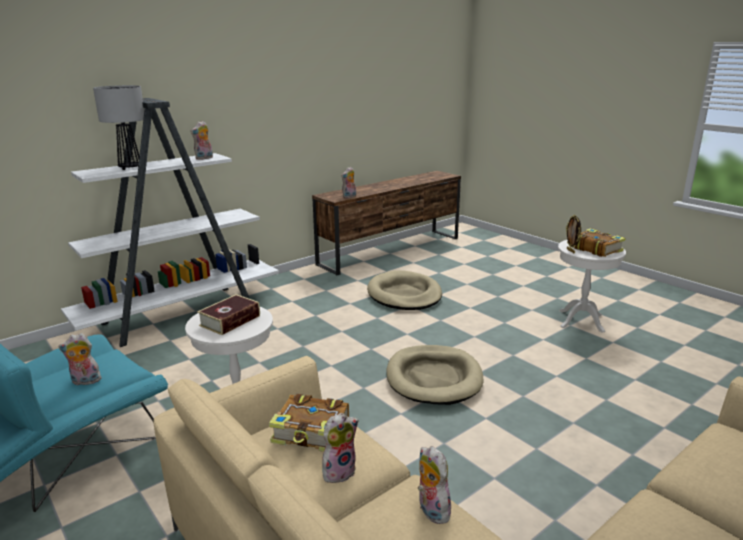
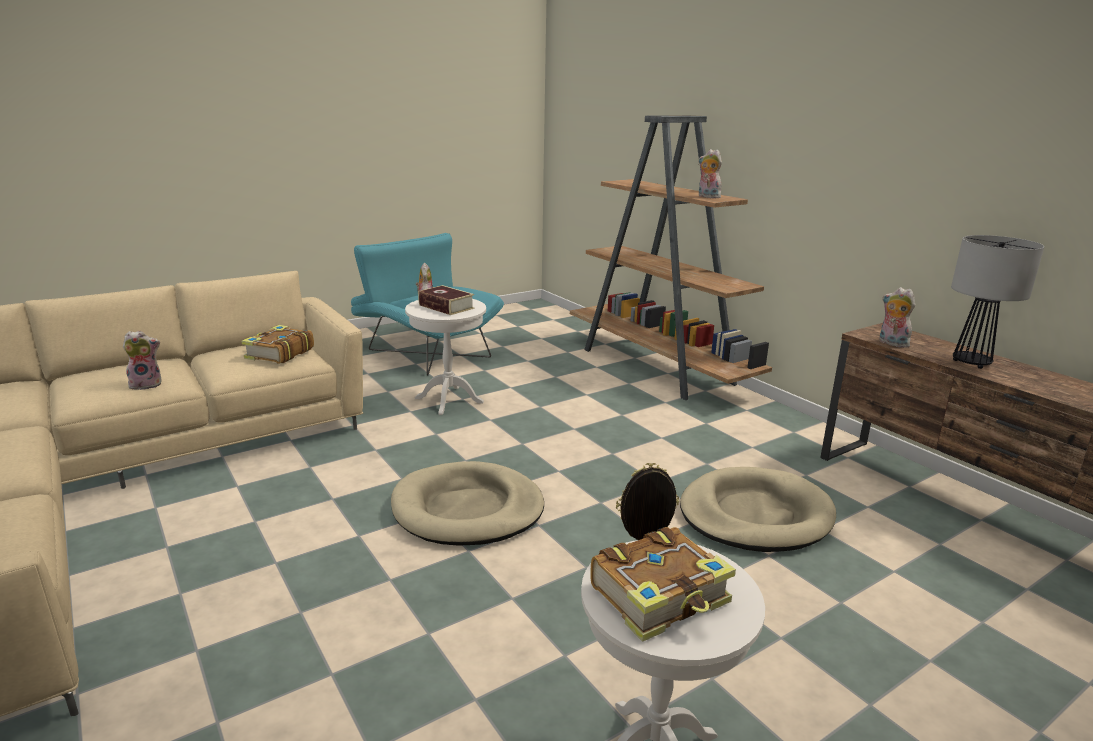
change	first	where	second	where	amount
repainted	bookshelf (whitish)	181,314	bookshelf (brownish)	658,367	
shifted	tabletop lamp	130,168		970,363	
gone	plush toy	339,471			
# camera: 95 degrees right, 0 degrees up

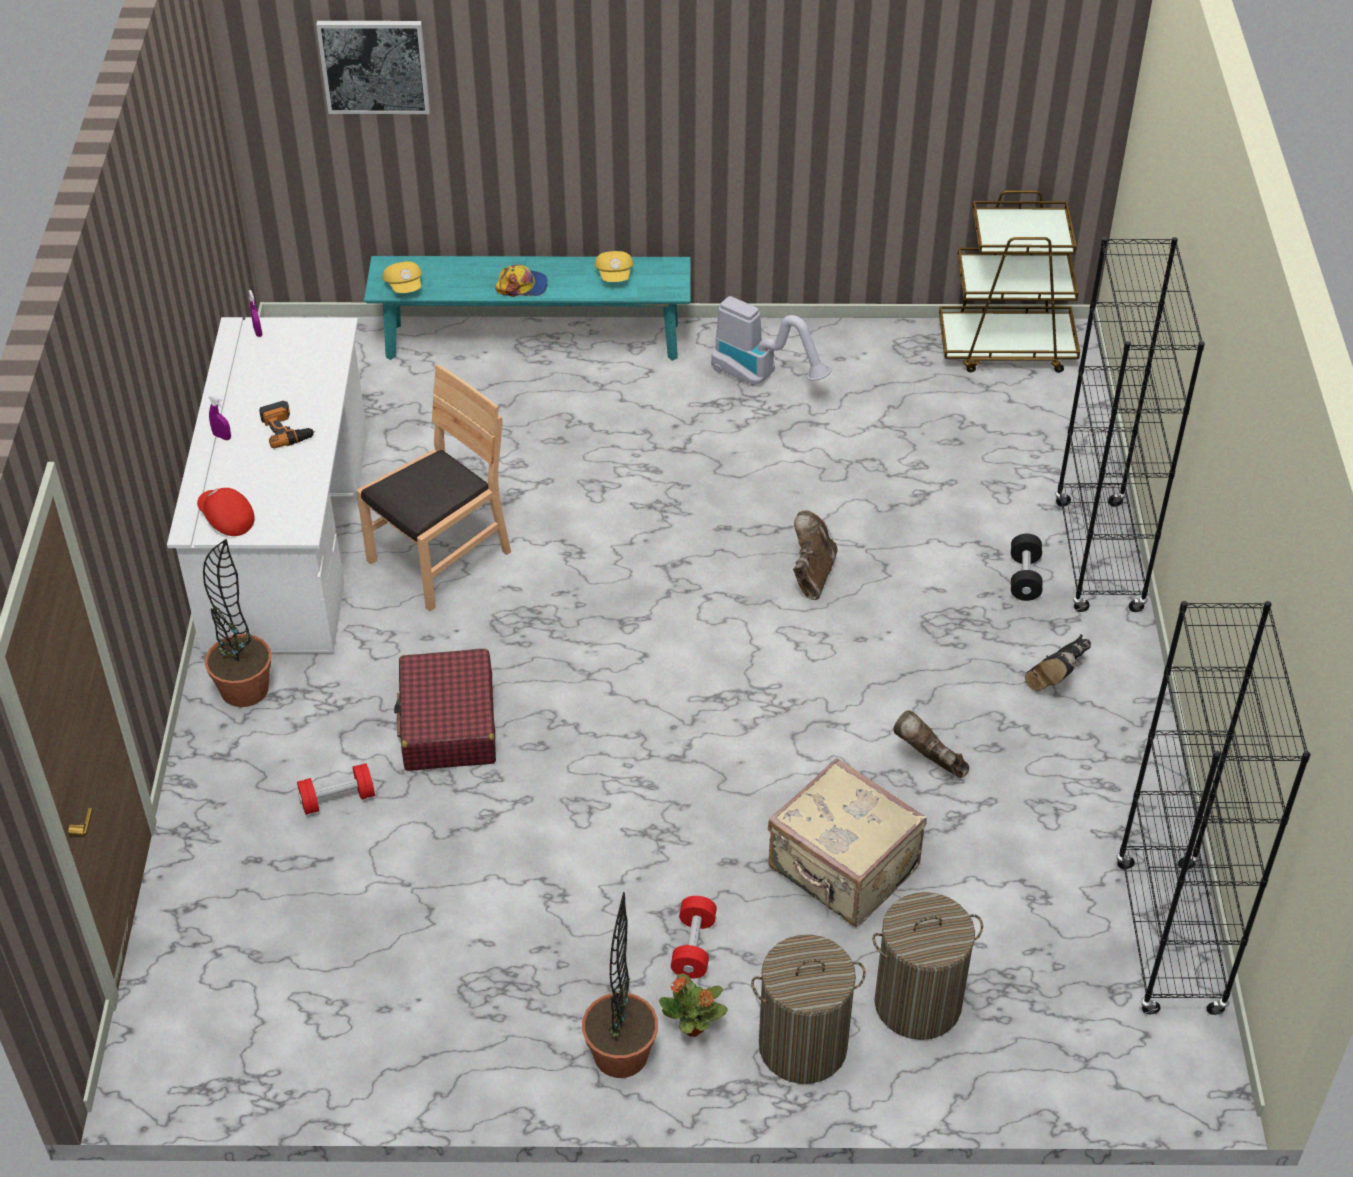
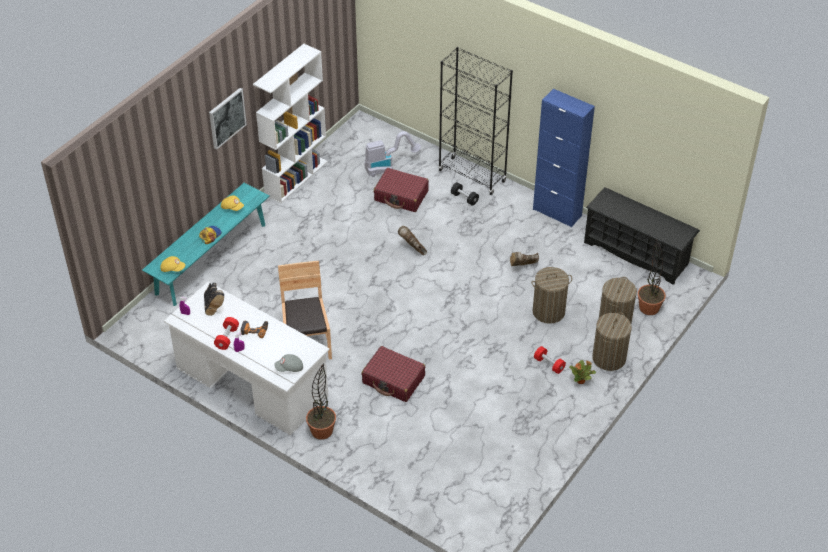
change	first	where	second	where	amount
repainted	baseball cap (red-coloured)	226,519	baseball cap (gray)	289,368	
shifted	free weight (red-coloured)	337,799		227,338	
shifted	picture	374,66		227,118	
shifted	plant in a pot	621,1054		649,308	
shifted	hoover	762,377		388,167	
swapped	travel case (sand-coloured)	842,870	washing basket	548,311	
gone	cart (brownish)	1007,347			
shifted	boot (black)	1055,681		213,307	
swapped	bookshelf (black)	1168,939	shoe shelf (black)	637,253	
new			bookshelf (whitish)	296,177	
new			travel case (red-coloured)	401,196	
new			cabinet (bluish)	557,212	
# camera: 55 degrees left, 0 degrees up

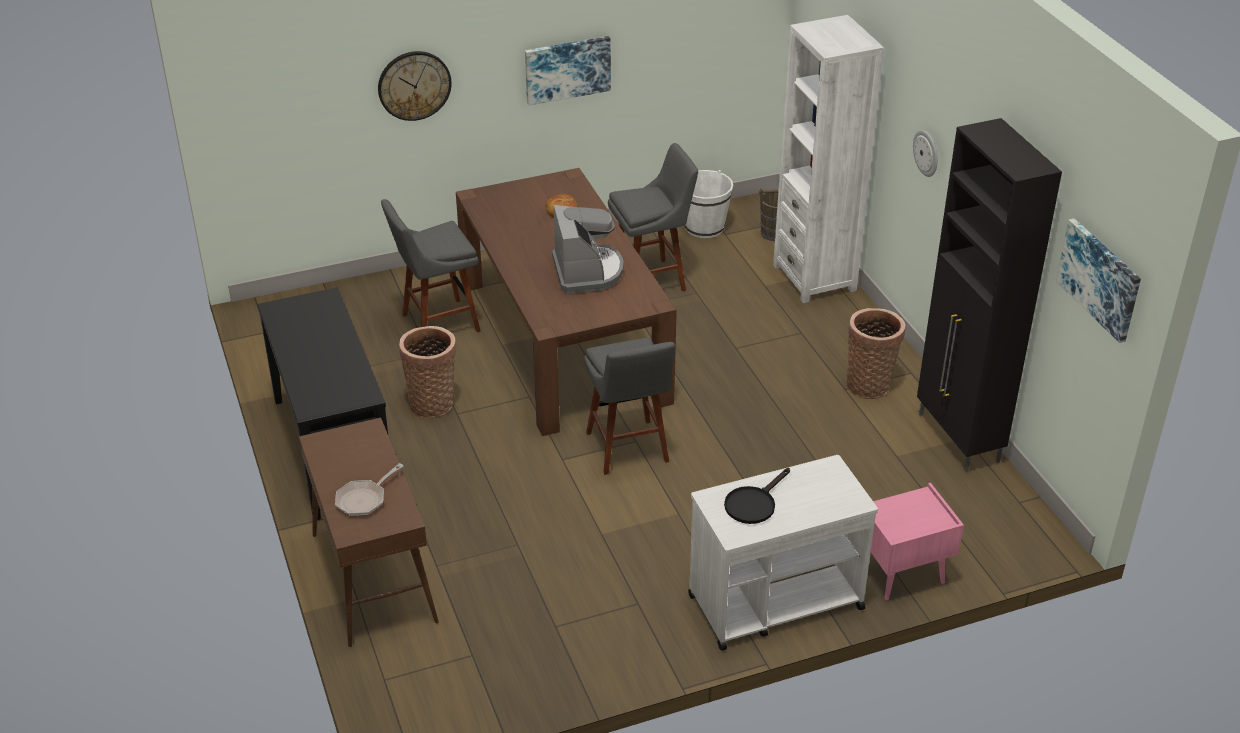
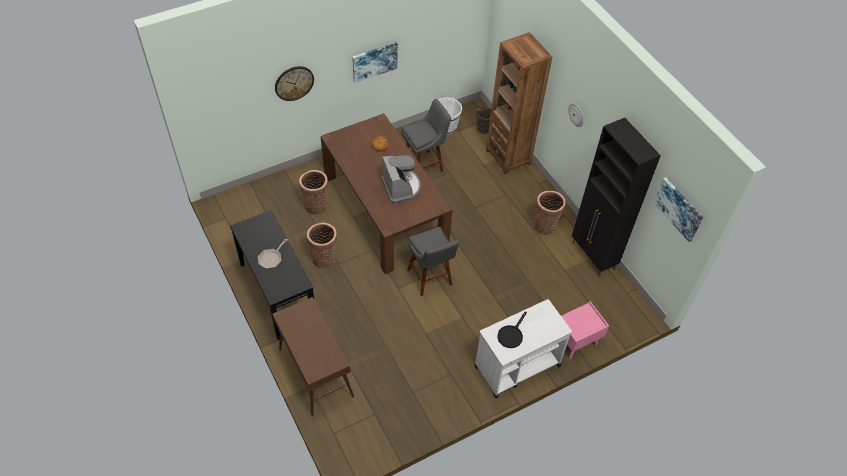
change	first	where	second	where	amount
shifted	pan	364,499		271,258	
swapped	sitting stool (gray)	436,324	household basket	316,205	
repainted	bookshelf (whitish)	814,277	bookshelf (brownish)	508,157	
# camera: 10 degrees left, 15 degrees up

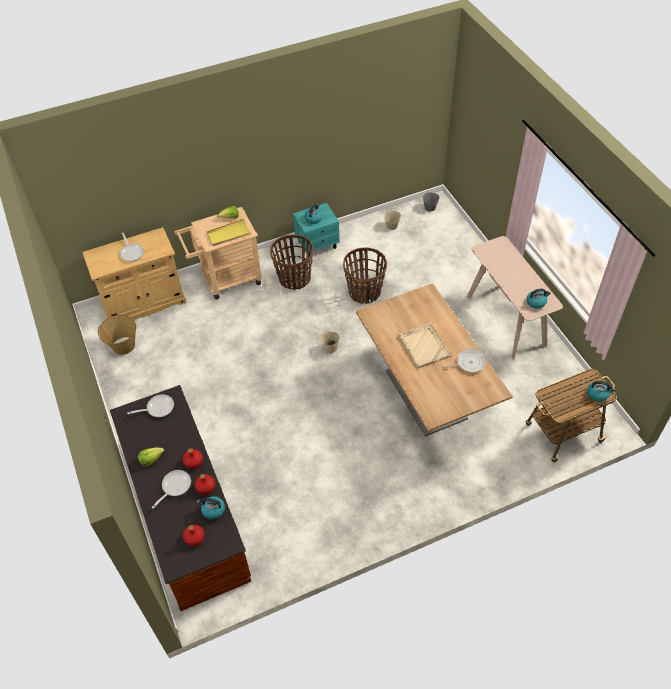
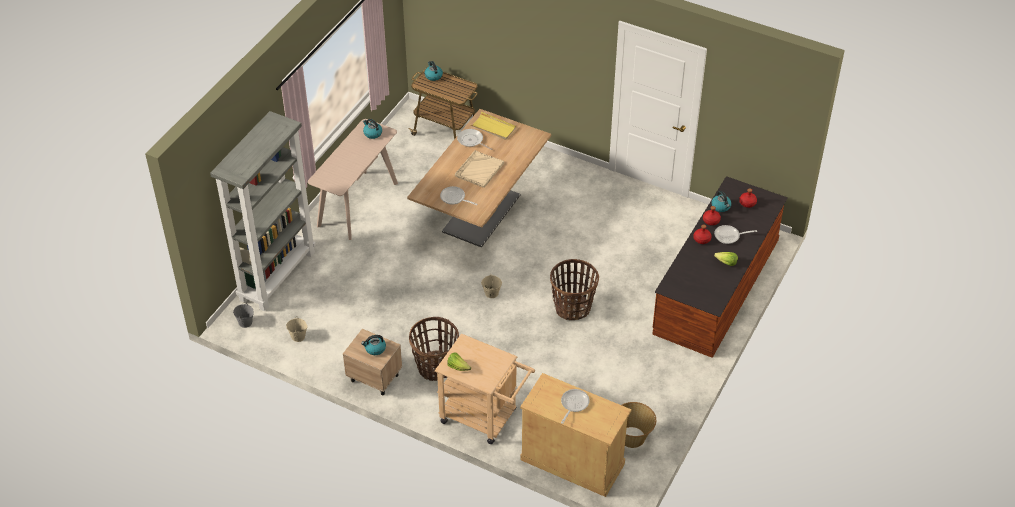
change	first	where	second	where	amount
shifted	pan	157,408		454,198	
shifted	tray (yellow-coloured)	228,234		493,127	
repainted	night table (turquoise-coloured)	318,244	night table (sand-coloured)	374,377	
shifted	household basket	364,292		572,307	
new			bookshelf (gray)	277,275	
# camera: 130 degrees left, 5 degrees down

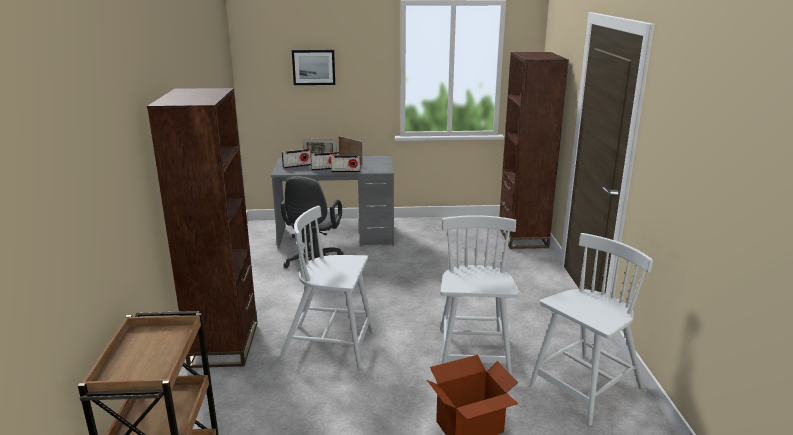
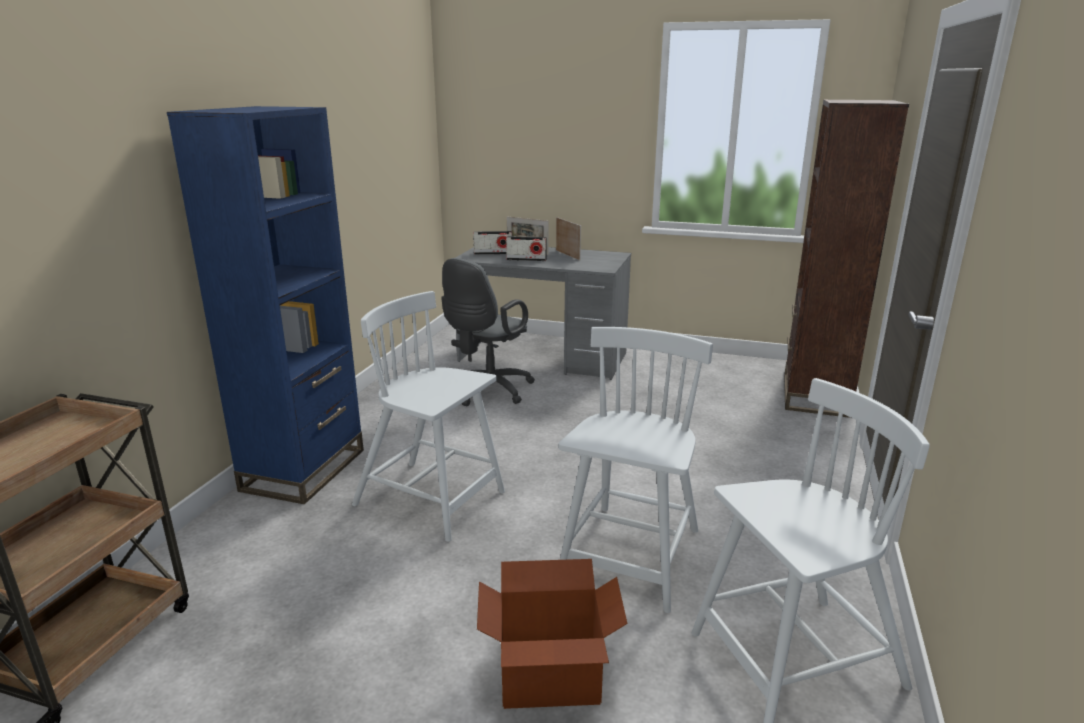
change	first	where	second	where	amount
repainted	bookshelf (brownish)	224,344	bookshelf (bluish)	304,470	
gone	picture	313,67			
gone	radio set	345,171			
# camera: 20 degrees right, 0 degrees up

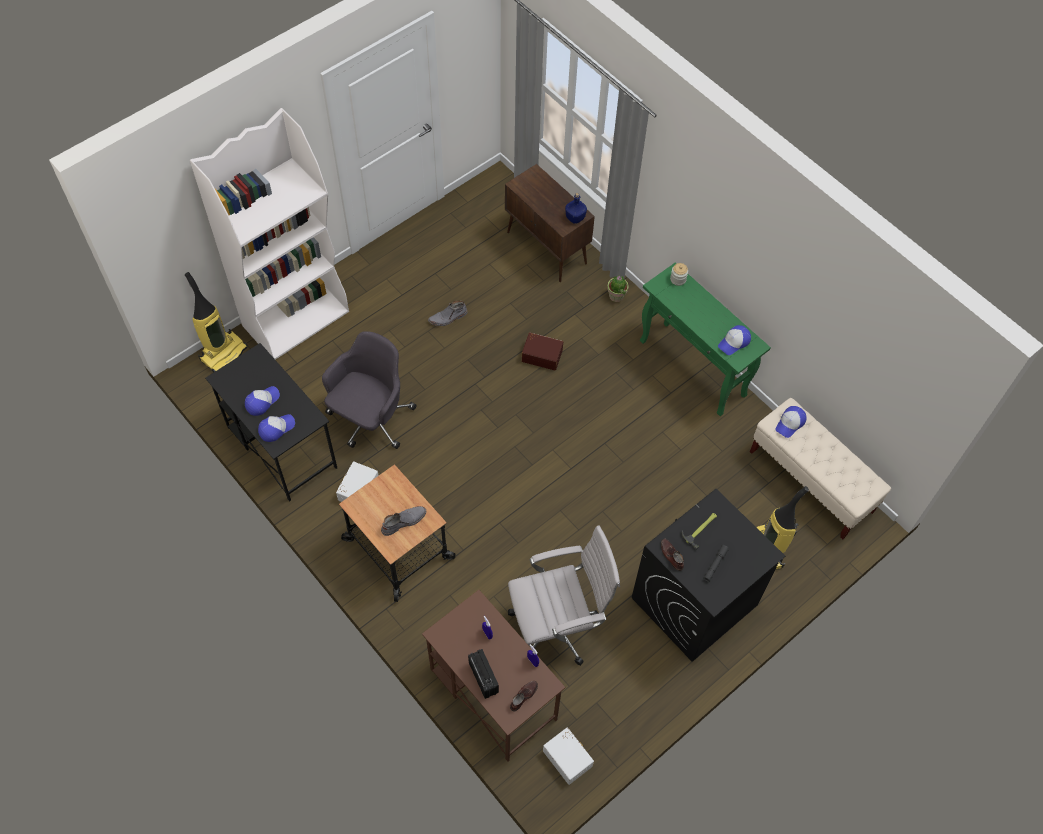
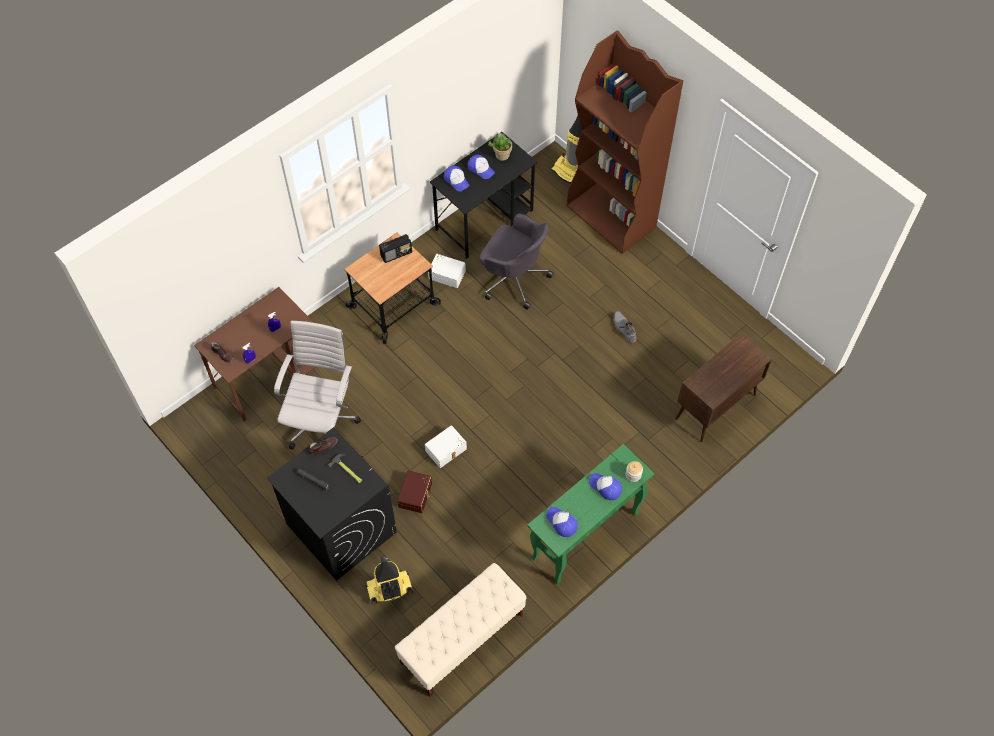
change	first	where	second	where	amount
repainted	bookshelf (whitish)	296,318	bookshelf (brownish)	611,217	
gone	boot (gray)	403,521			
shifted	radio set	483,677		396,254	
rotated	office chair (whitish)	558,626		322,421	150 degrees counterclockwise
shifted	storage box (brownish)	542,355		416,495	
shifted	storage box (whitish)	568,757		446,450	
gone	beverage bottle (bluish)	575,218			
shifted	plant in a pot	616,296		502,155	
shifted	baseball cap	790,423		605,487	
# camera: 90 degrees right, 0 degrees up

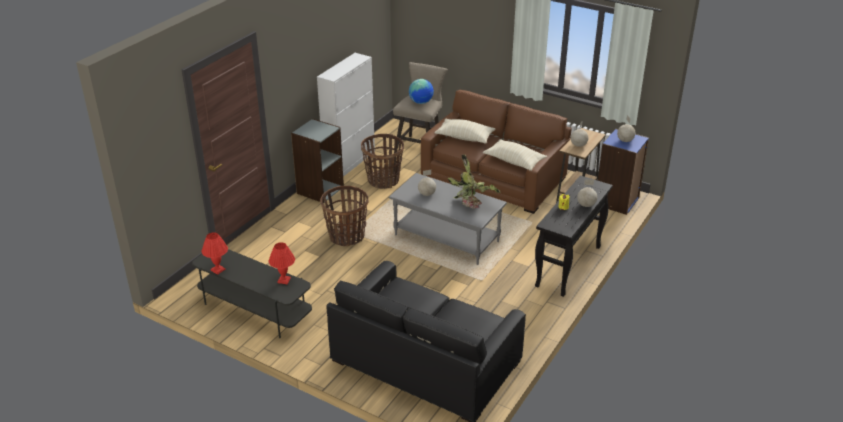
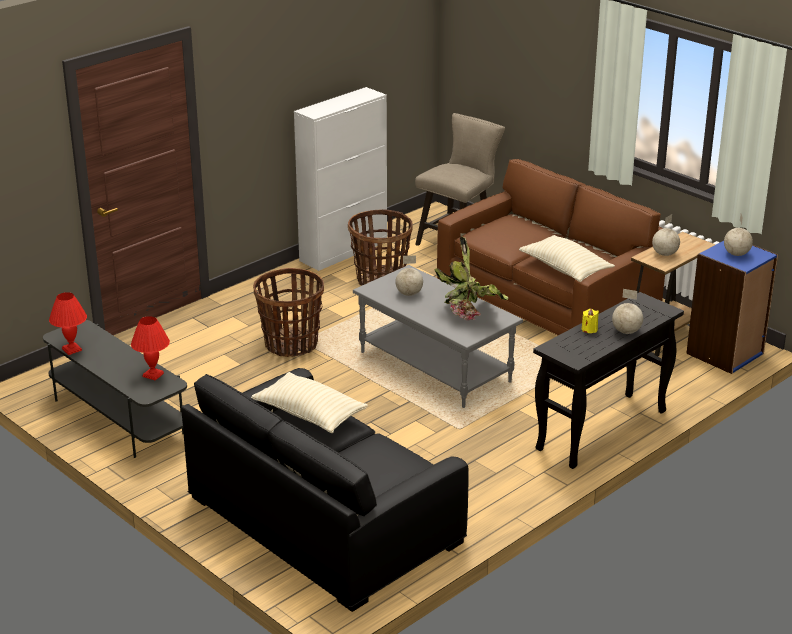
change	first	where	second	where	amount
gone	bookshelf (gray)	319,190			
gone	desk globe	421,102			
shifted	pillow (sand-coloured)	465,138		309,414	
# camera: 15 degrees right, 5 degrees down

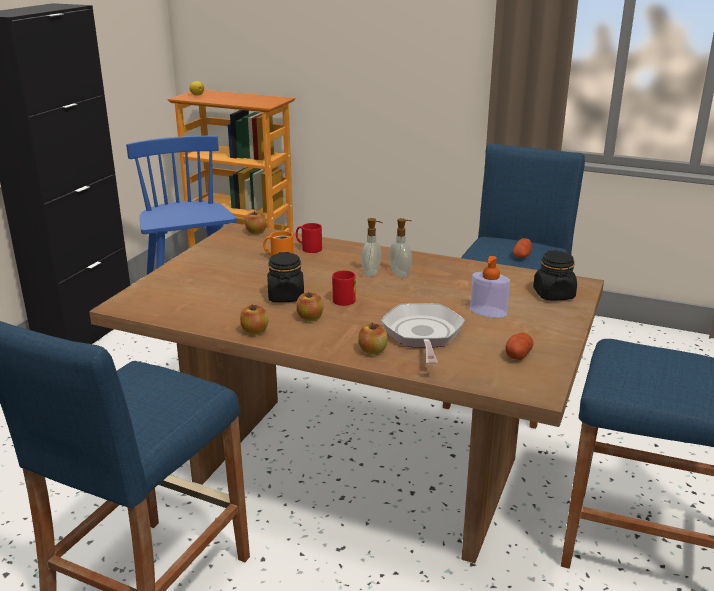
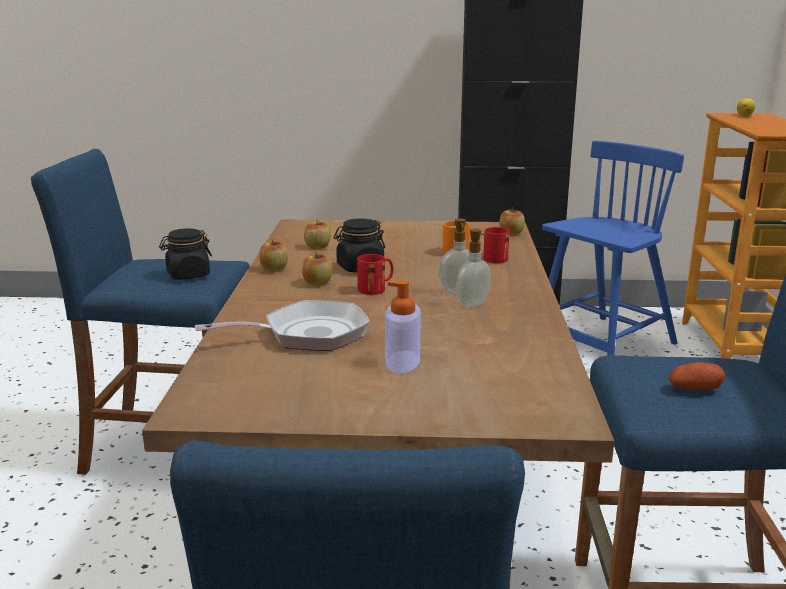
change	first	where	second	where	amount
shifted	whole apple	372,351		317,247	
gone	whole potato	518,354			
shifted	storage jar (black)	554,295		188,275	
# camera: 70 degrees right, 5 degrees down

